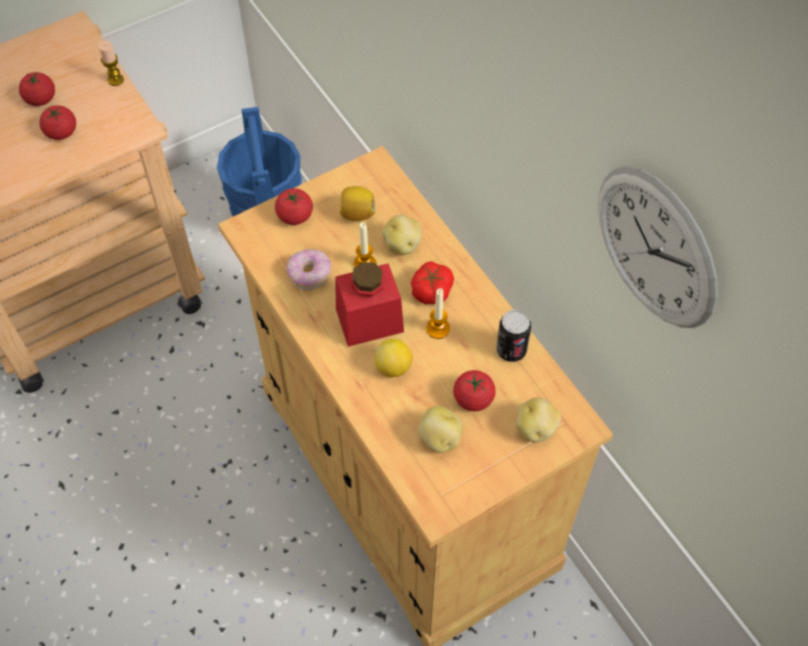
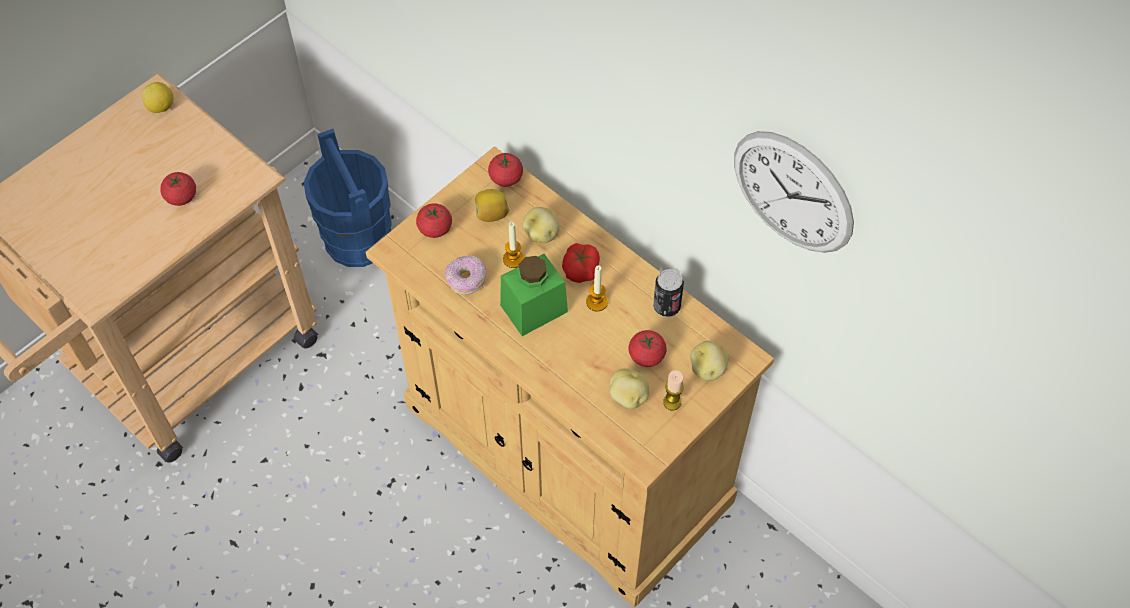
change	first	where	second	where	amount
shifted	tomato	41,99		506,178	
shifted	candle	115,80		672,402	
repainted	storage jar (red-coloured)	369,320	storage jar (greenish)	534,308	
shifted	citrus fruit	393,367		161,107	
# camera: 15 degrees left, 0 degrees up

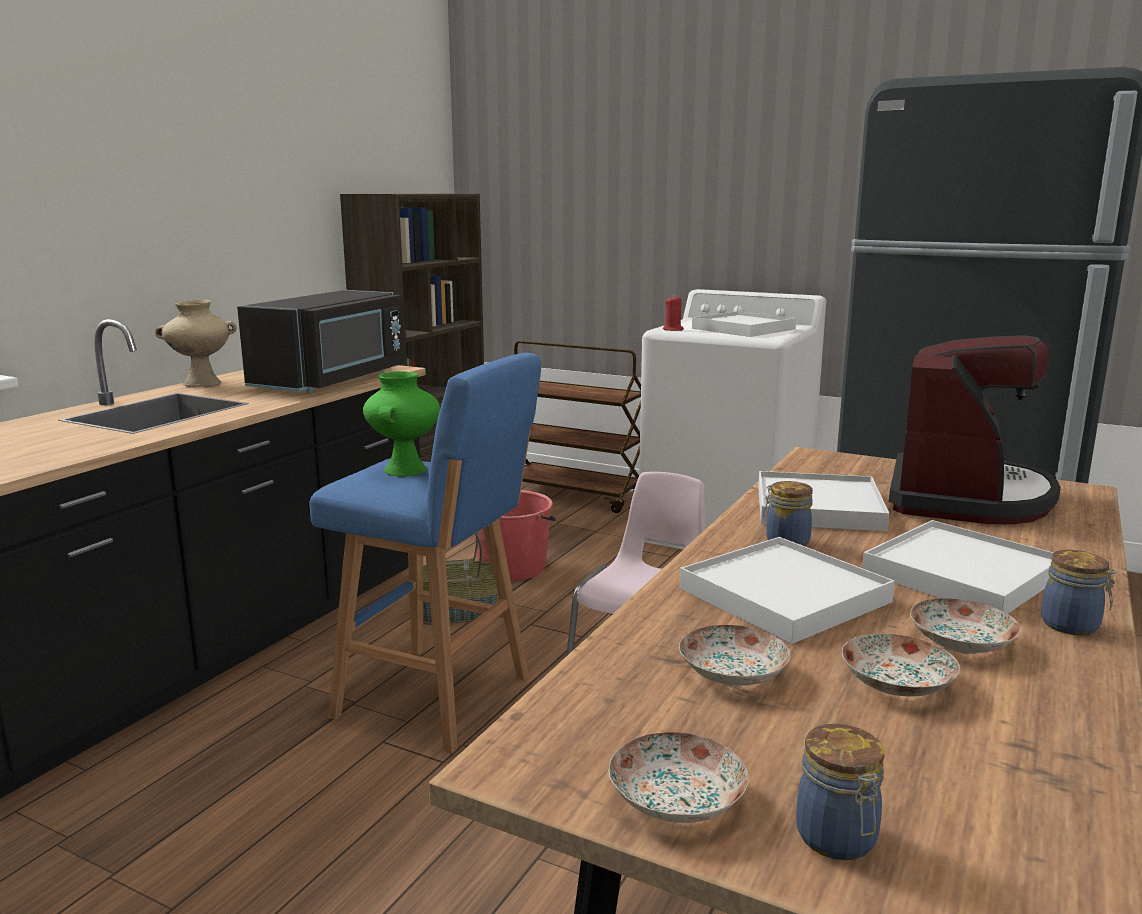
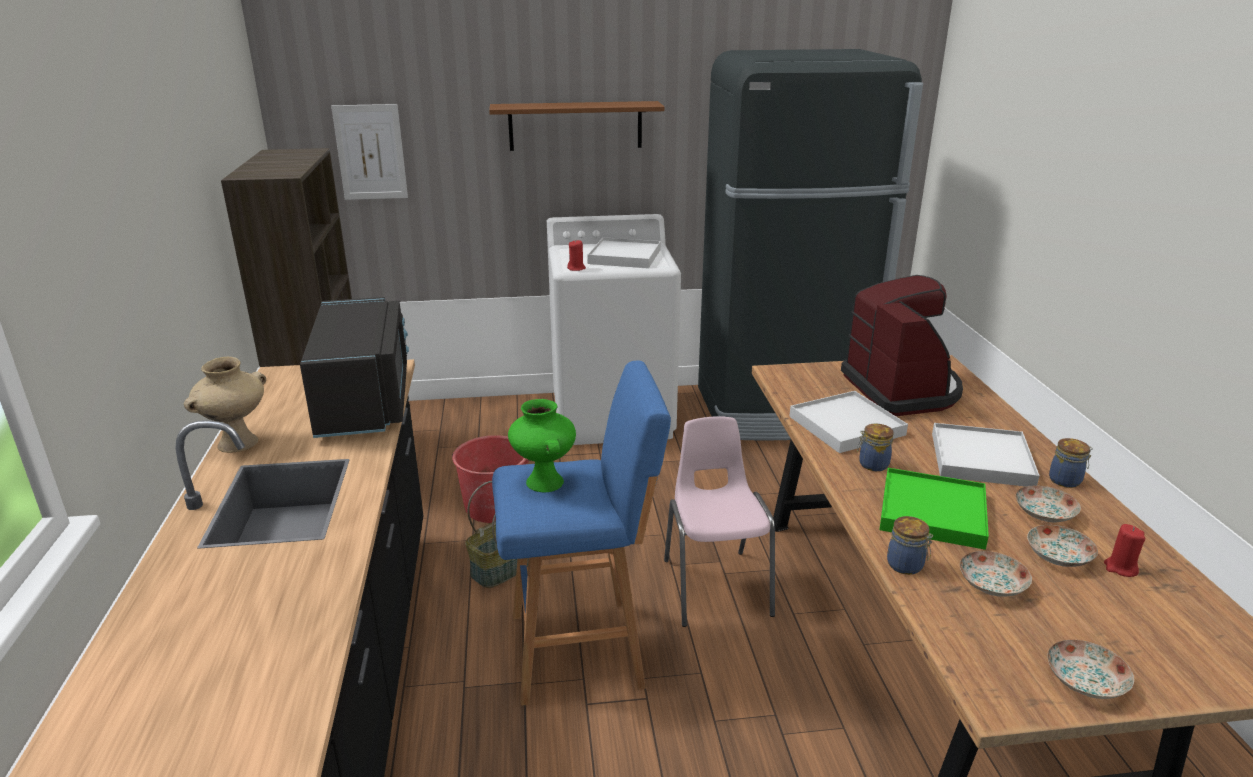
change	first	where	second	where	amount
gone	cart (brownish)	573,495			
repainted	tray (whitish)	784,595	tray (greenish)	932,512	
shifted	storage jar	838,840		906,566	
new			picture	370,152	
new			bracket shelf (brownish)	575,126	
new			candle (red-coloured)	1120,568	
# camera: 35 degrees left, 10 degrees up

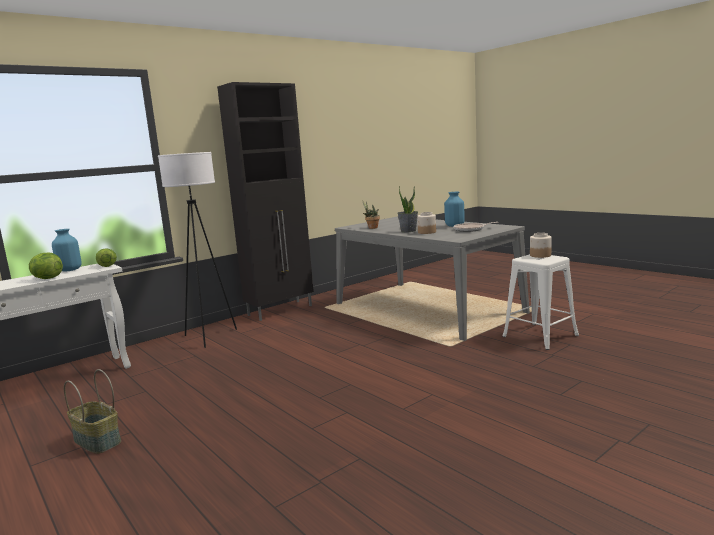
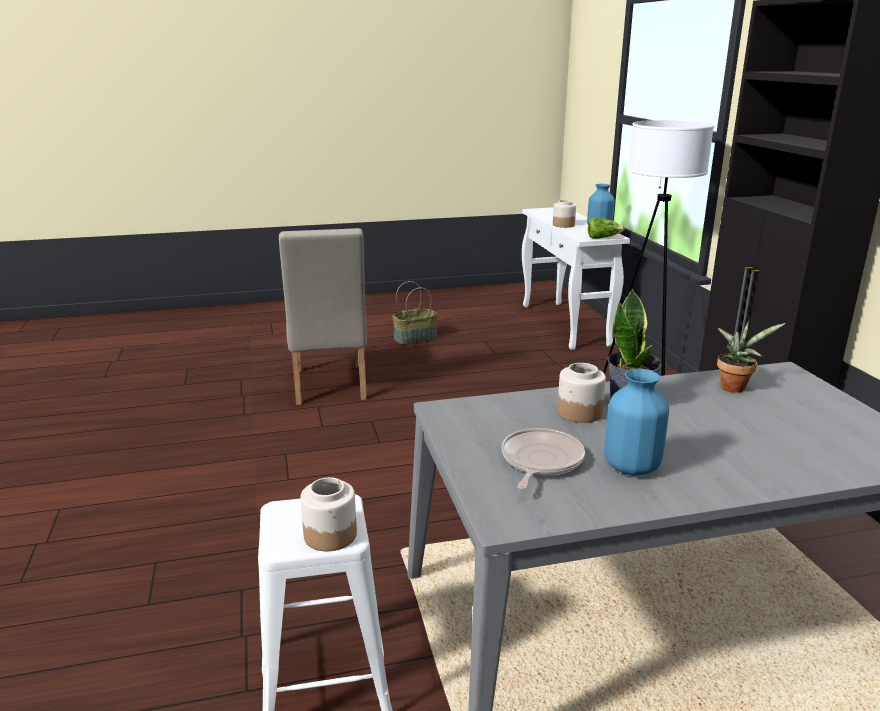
change	first	where	second	where	amount
swapped	lettuce head	47,278	storage jar	563,225	
new			chair (sand-coloured)	329,388	
# camera: 115 degrees right, 10 degrees up

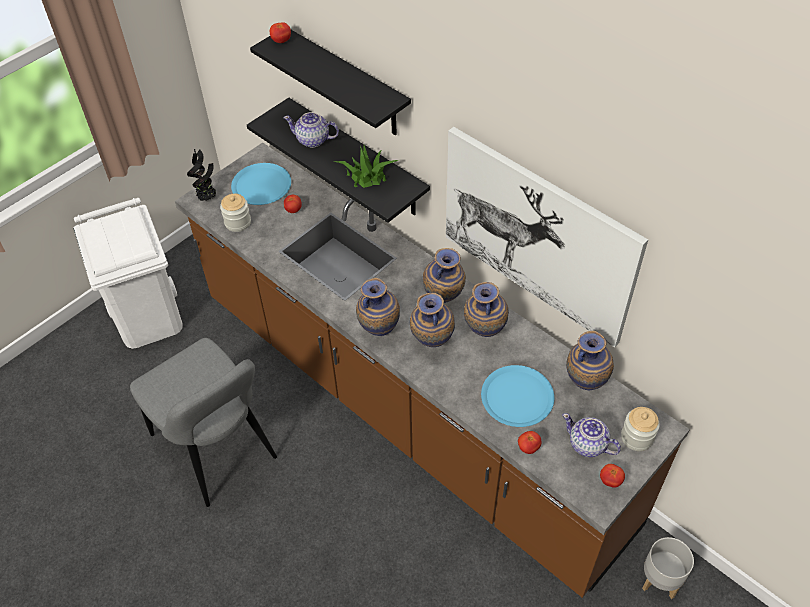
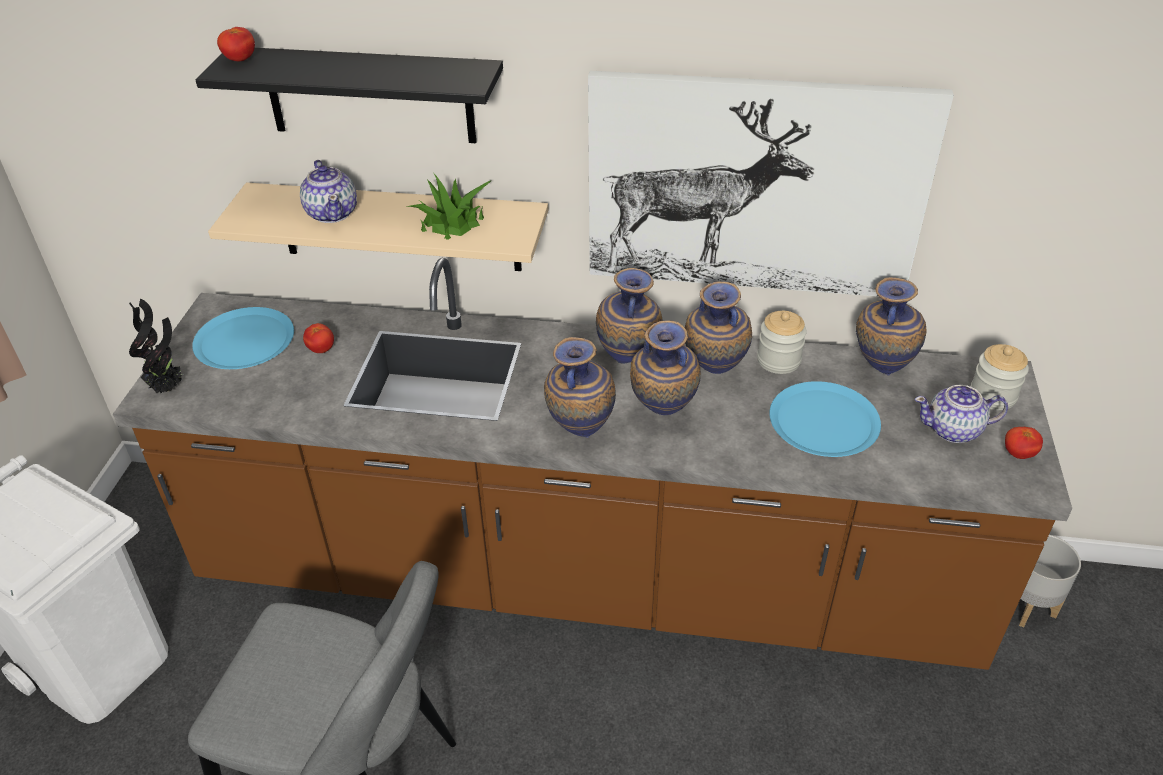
change	first	where	second	where	amount
shifted	storage jar	238,222		778,360	
repainted	bracket shelf (black)	357,158	bracket shelf (sand-coloured)	399,227	
rotated	pot for tea	313,140		332,213	90 degrees counterclockwise
gone	tomato	528,447			
# camera: 35 degrees left, 10 degrees down

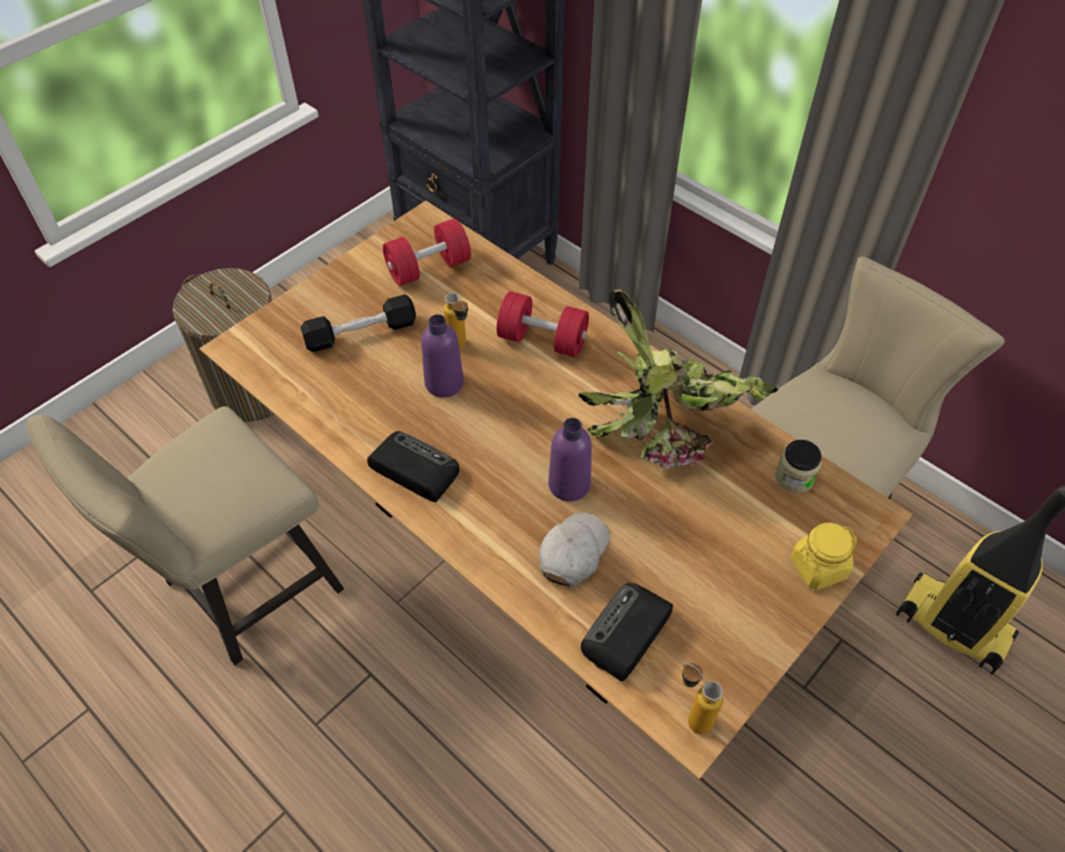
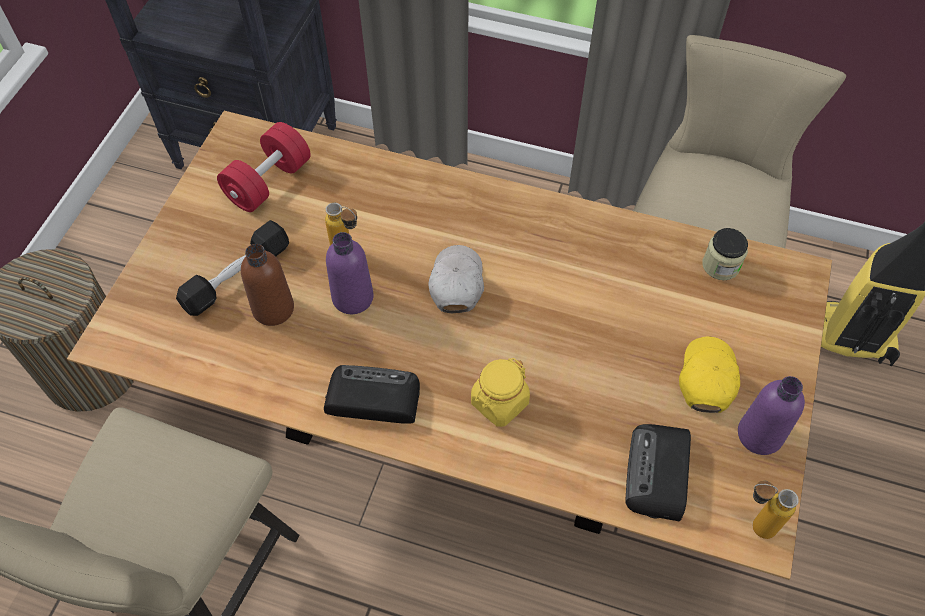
change	first	where	second	where	amount
gone	free weight (red-coloured)	542,340			
shifted	baseball cap (whitish)	573,553		456,283	
shifted	beverage bottle (purple-coloured)	569,484		759,434	
gone	plant in a pot	666,433			
shifted	storage jar (yellow-coloured)	818,567		499,402	
new			beverage bottle (brownish)	273,308	
new			baseball cap (yellow-coloured)	707,378	
# camera: 25 degrees left, 5 degrees up

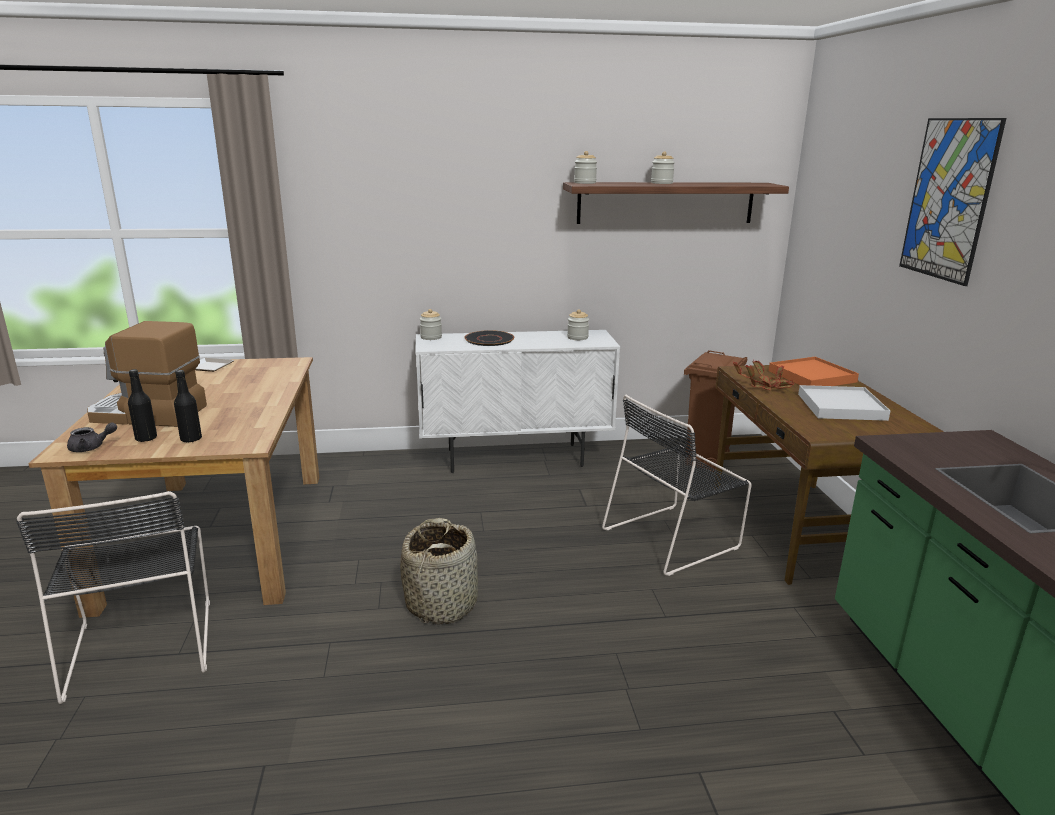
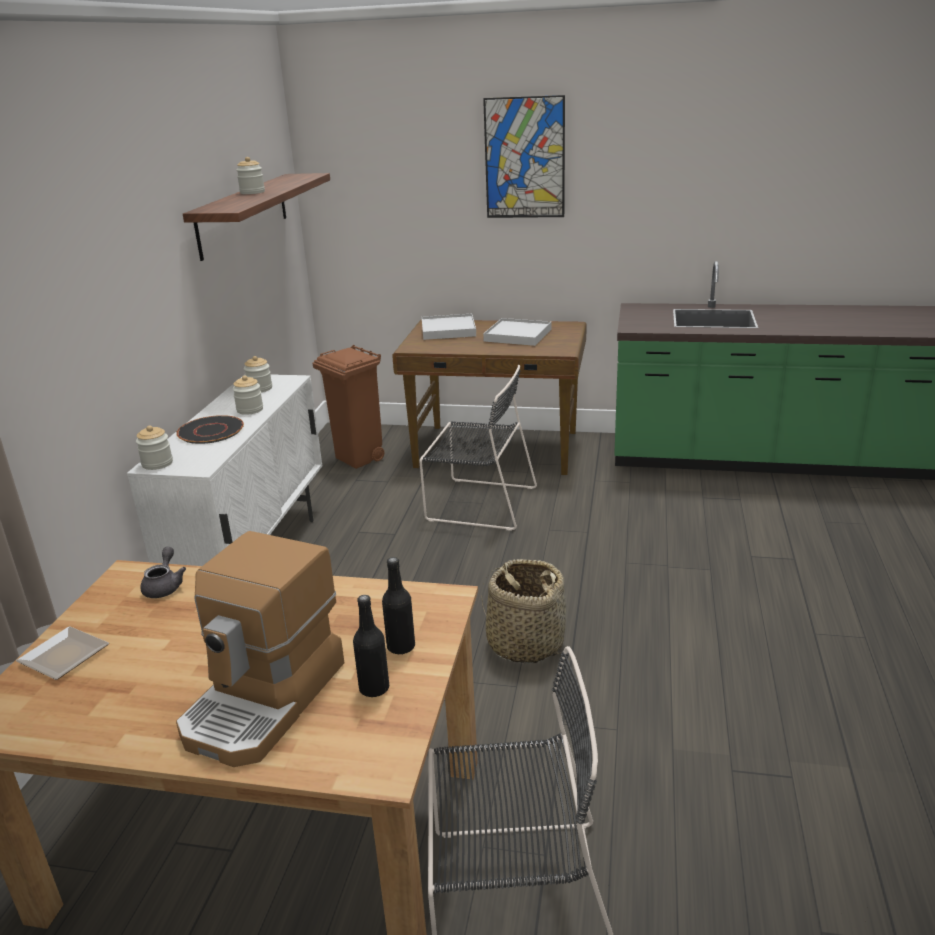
change	first	where	second	where	amount
shifted	pot for tea (gray)	91,448		165,586	
shifted	storage jar	585,183		250,409	
rotated	chair (black)	673,537		478,503	60 degrees counterclockwise
gone	plant in a pot	765,387			
repainted	tray (orangey)	811,376	tray (whitish)	448,330	
# camera: 70 degrees left, 5 degrees up

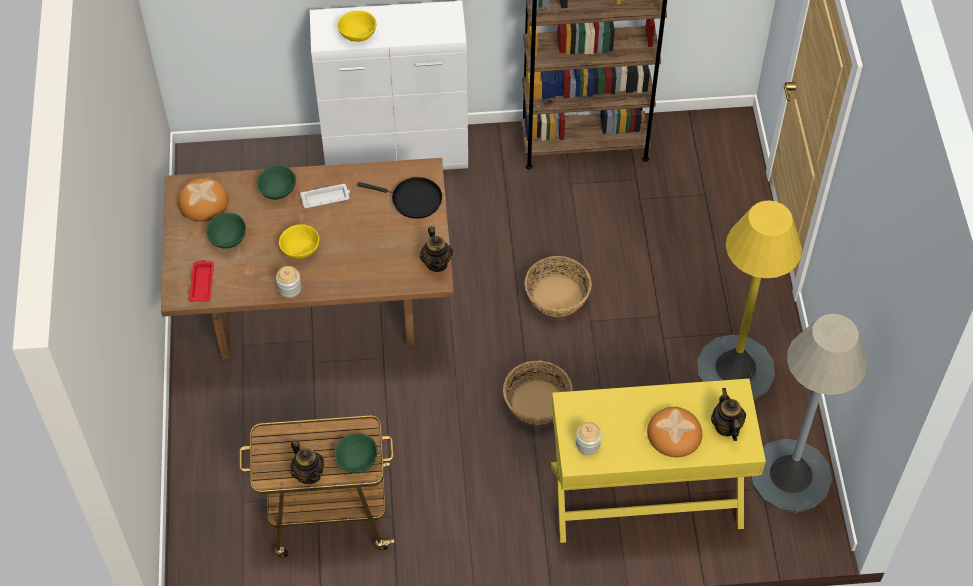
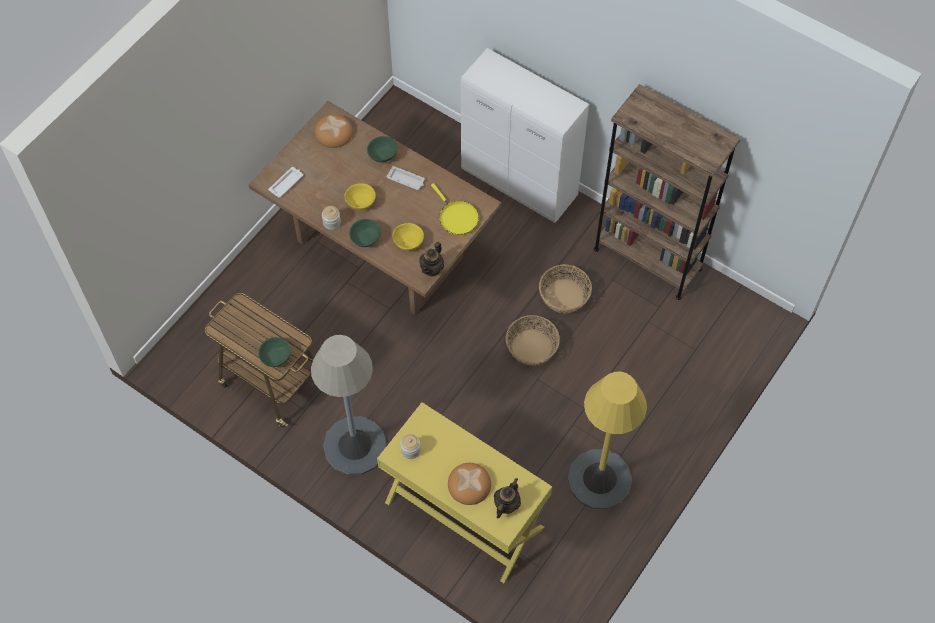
change	first	where	second	where	amount
repainted	tray (red-coloured)	202,282	tray (whitish)	286,183	
shifted	serving bowl (greenish)	227,238		365,238	
gone	pot for tea	309,474			
shifted	serving bowl (yellow-coloured)	358,35		409,243	
repainted	pan (black)	413,200	pan (yellow-coloured)	457,217	
shifted	household basket	537,403		564,296	
shifted	standard lamp (gray)	790,476		354,446	
# camera: 40 degrees right, 5 degrees up

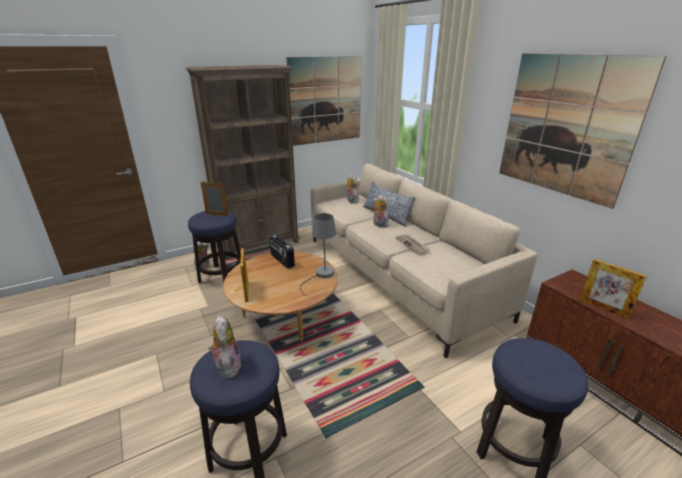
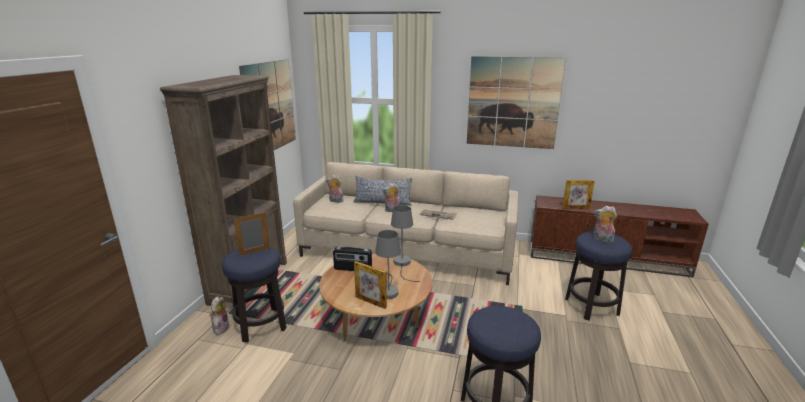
change	first	where	second	where	amount
shifted	plush toy	227,366		602,239	
new			tabletop lamp (gray)	388,290	
# camera: 45 degrees left, 5 degrees down

